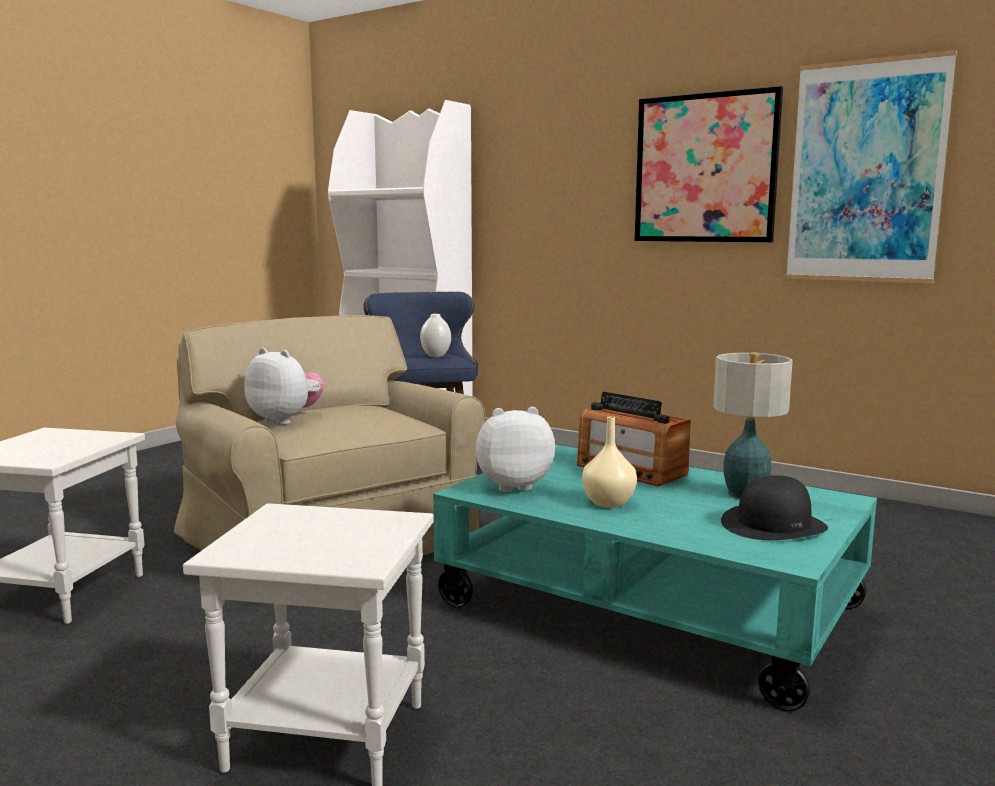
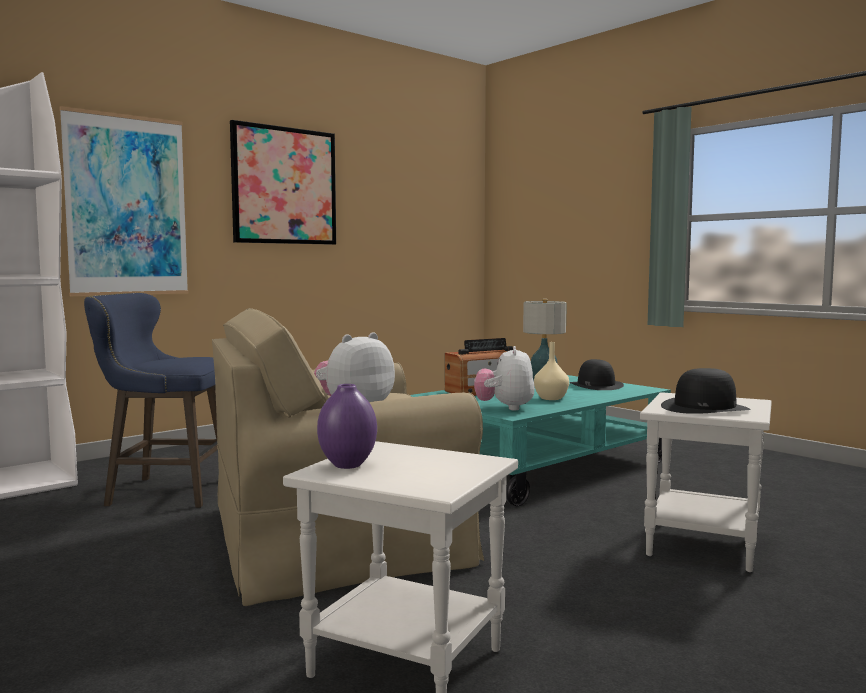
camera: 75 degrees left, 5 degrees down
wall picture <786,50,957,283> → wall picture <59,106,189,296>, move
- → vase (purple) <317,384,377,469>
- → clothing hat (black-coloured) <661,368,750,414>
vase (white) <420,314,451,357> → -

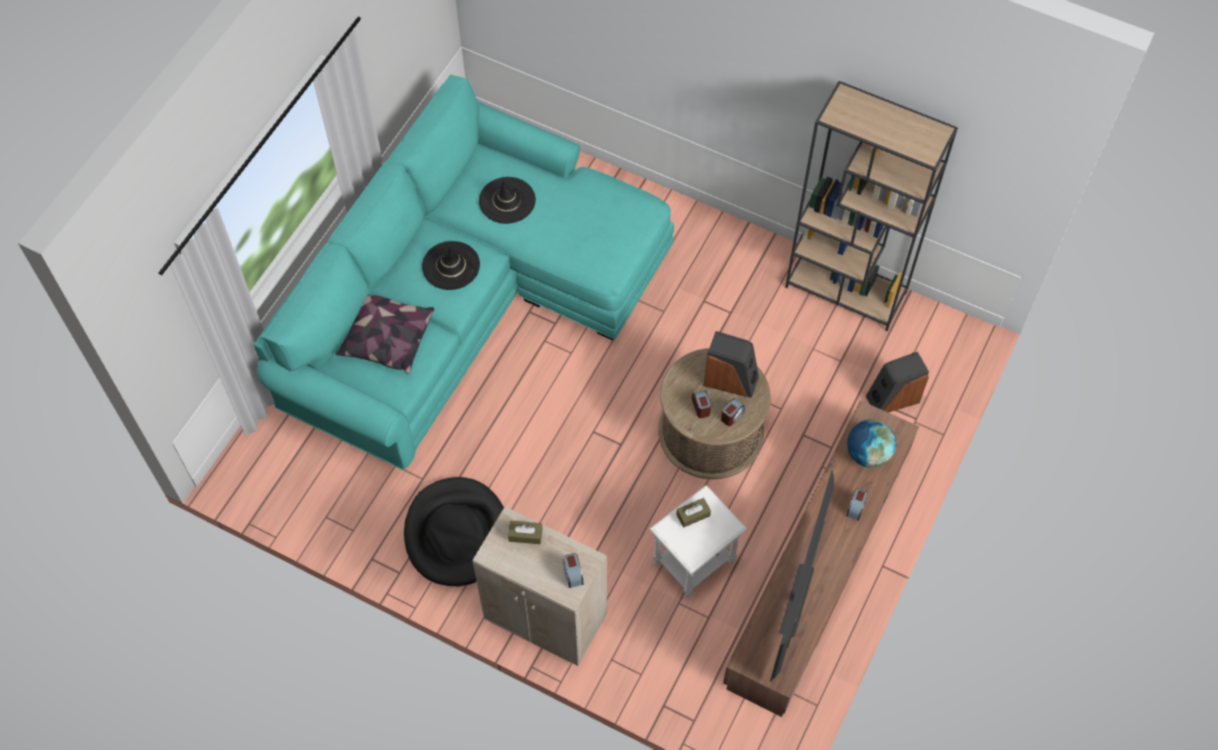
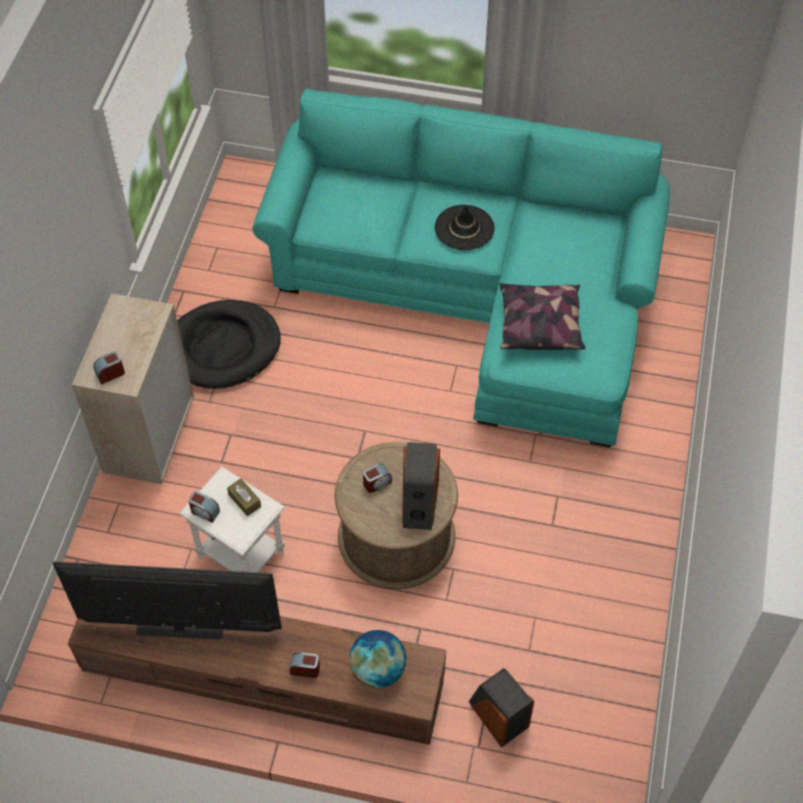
camera: 75 degrees right, 5 degrees down
alarm clock <721,398,745,426> → alarm clock <188,491,220,523>, move
throw pillow <336,294,434,374> → throw pillow <499,283,586,350>, move
clothing hat (black-coloured) <479,177,536,224> → -
box of tissues (brown) <508,521,542,544> → -
bookshelf <785,81,958,331> → -

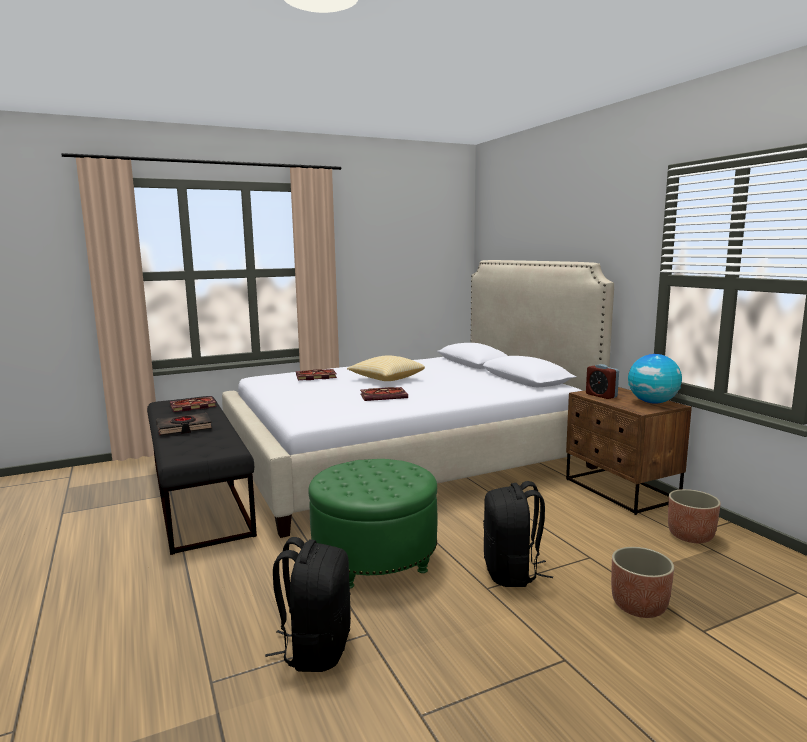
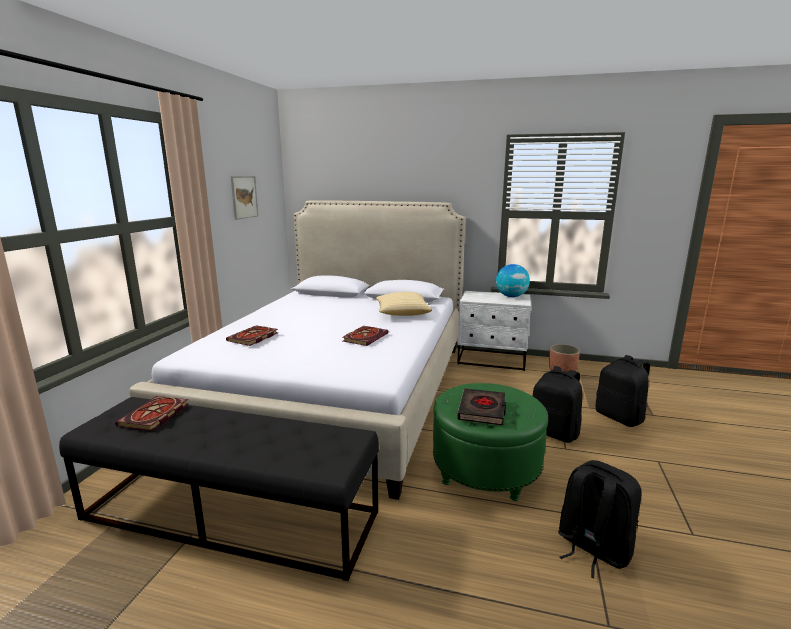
camera: 50 degrees left, 5 degrees up
- → wall picture <230,176,258,220>
throw pillow <347,356,425,381> → throw pillow <376,292,432,316>, move
bedside table (brown) <566,387,692,515> → bedside table (white) <457,291,531,371>
bound book (black-coloured) <156,413,212,436> → bound book (black-coloured) <457,388,506,426>, move
planter <611,547,674,618> → backpack (black-coloured) <596,355,650,427>
alarm clock <586,364,619,399> → -

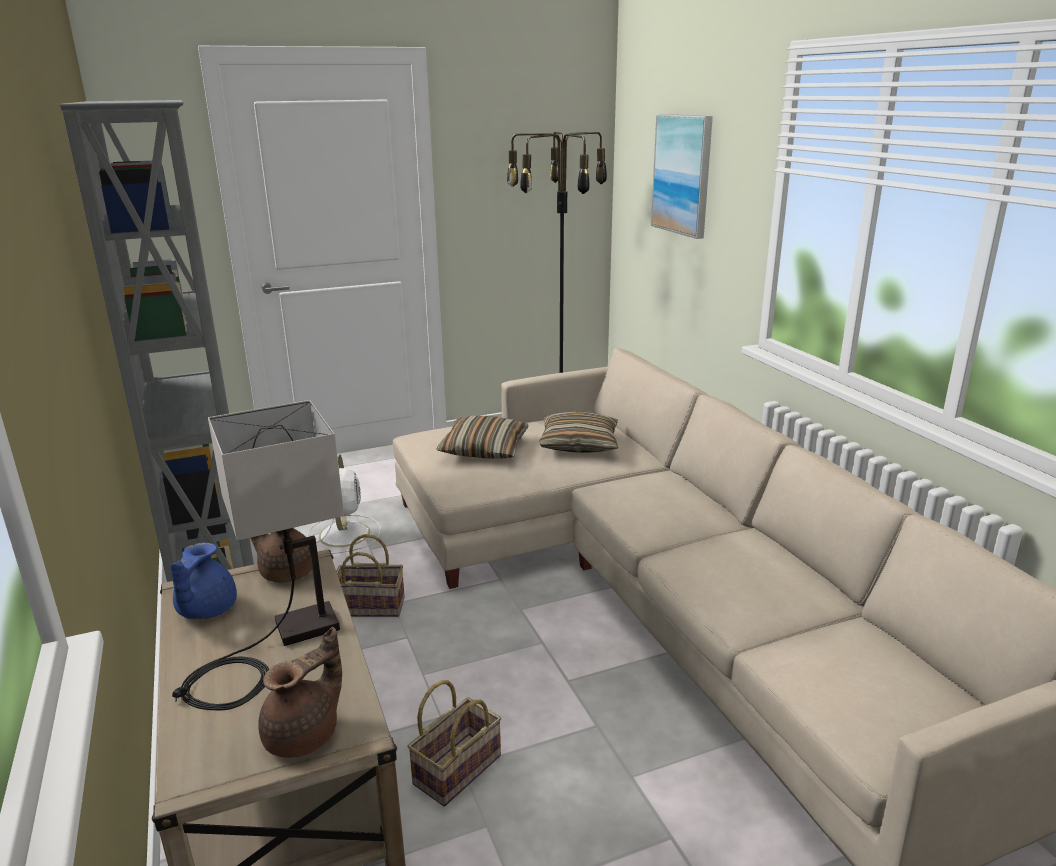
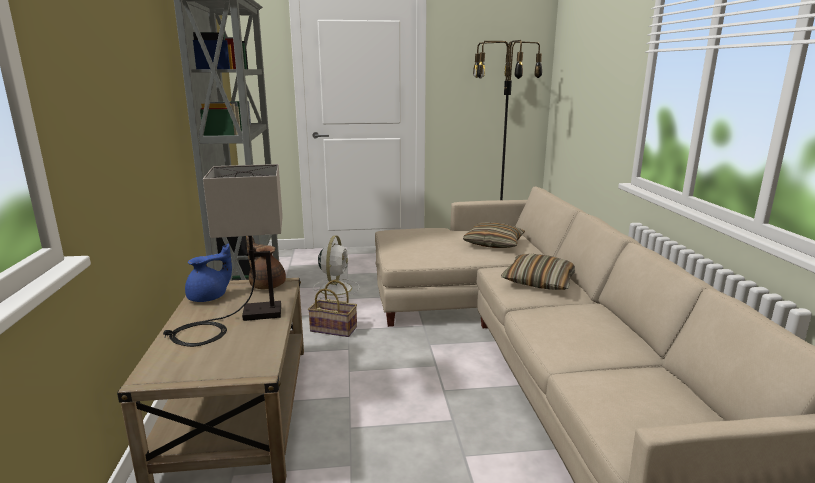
camera: 15 degrees right, 5 degrees down
teapot (bluish) <170,543,237,619> → teapot (bluish) <185,244,232,302>, 150 degrees counterclockwise
throw pillow <436,416,529,459> → throw pillow <501,254,575,290>, move
teapot (brown) <258,627,342,758> → -
basket <408,680,501,806> → -
wall picture <651,114,713,239> → -

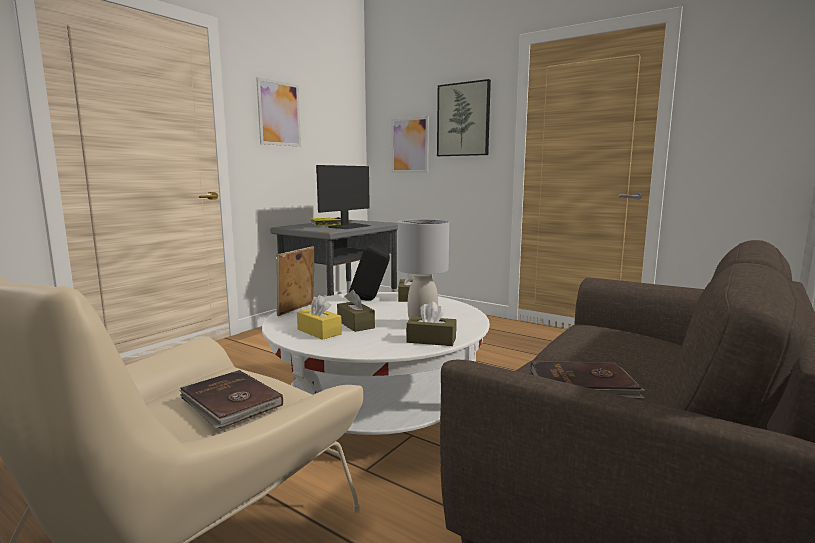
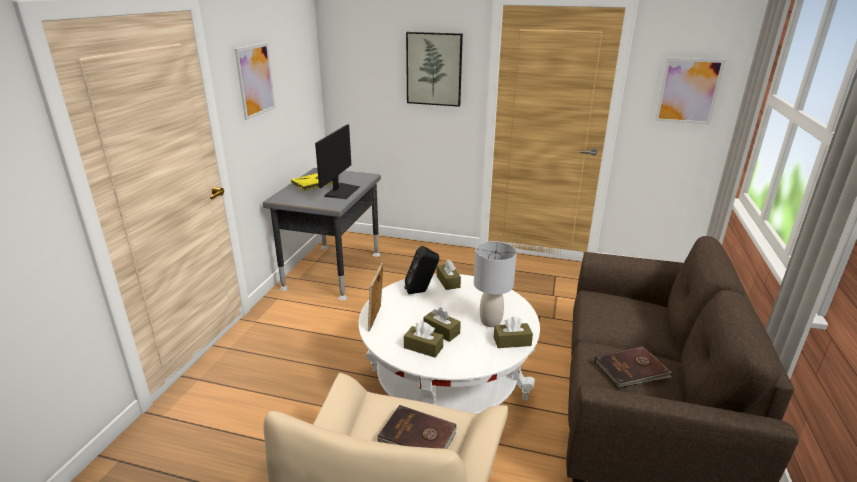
camera: 20 degrees left, 15 degrees up
box of tissues (yellowish) <297,295,342,340> → box of tissues (brown) <404,322,443,358>
wall picture <391,116,429,173> → wall picture <655,57,725,125>, move

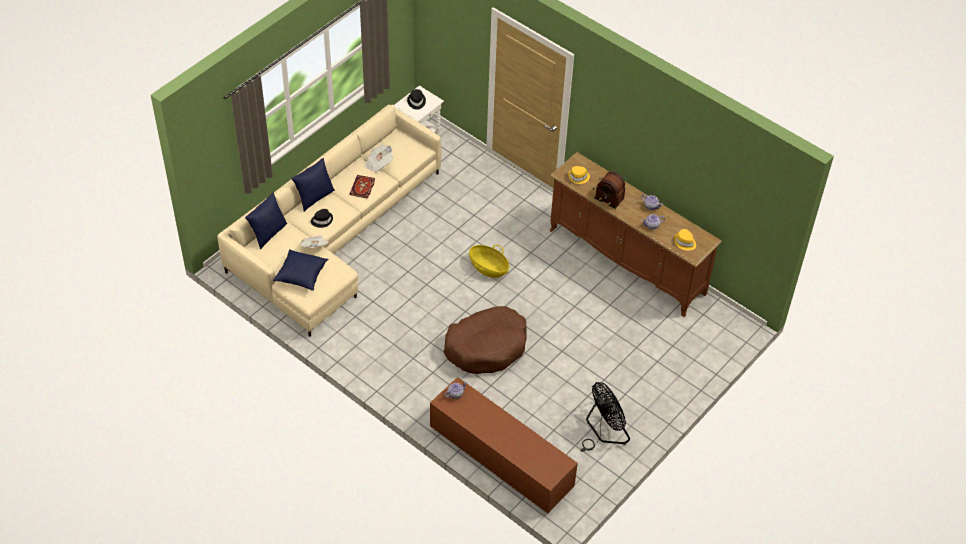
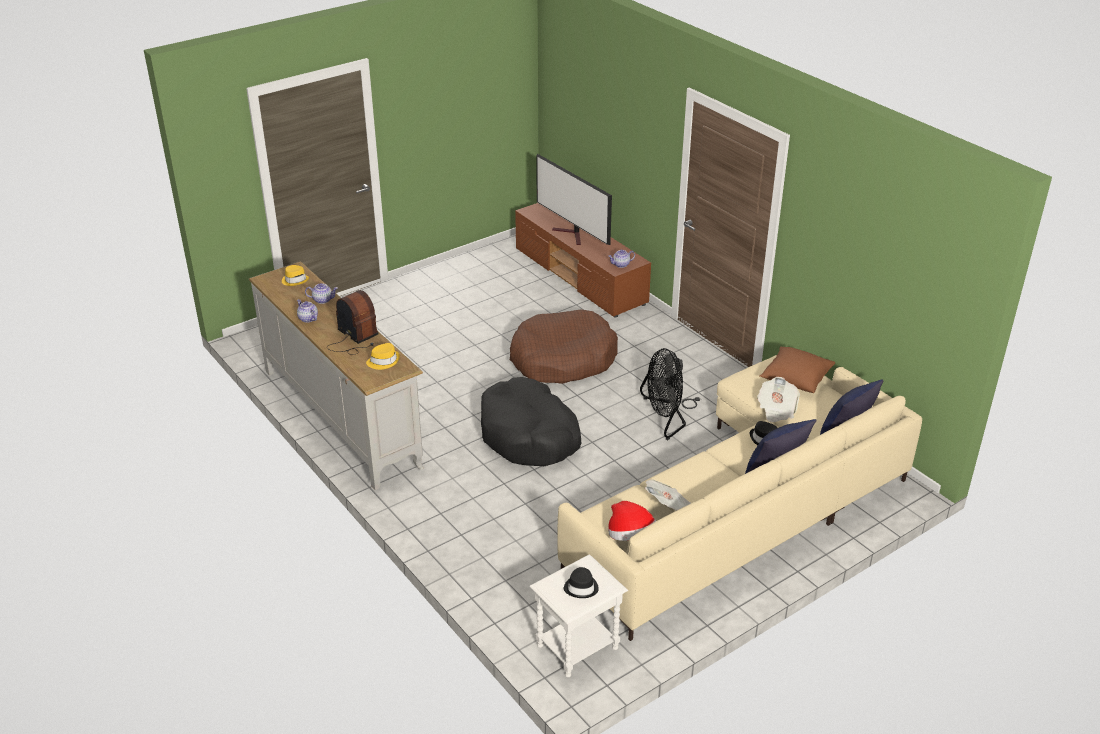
camera: 165 degrees left, 15 degrees down
cupboard (brown) <550,152,722,317> → cupboard (gray) <249,261,424,490>
basket <469,245,509,278> → dog bed (black-coloured) <481,377,581,466>
- → TV <536,154,612,245>
- → clothing hat <608,501,656,541>
electric fan (black-coloured) <581,382,630,452> → electric fan (black-coloured) <640,348,701,440>, move
throw pillow (bluish) <273,250,328,291> → throw pillow (brown) <759,347,835,393>
bound book <350,175,375,199> → -

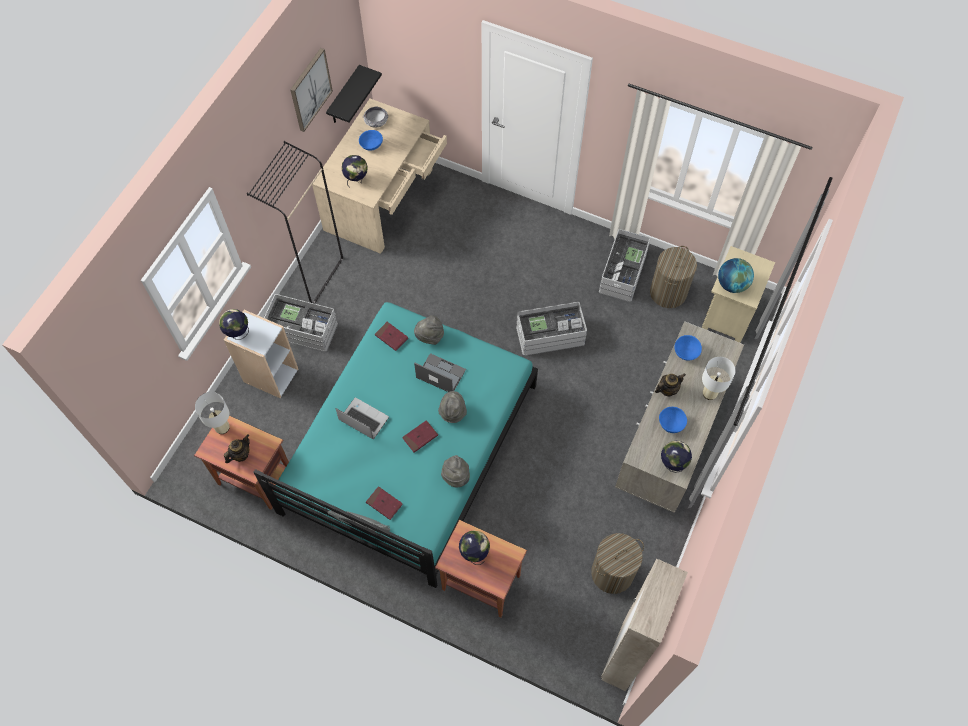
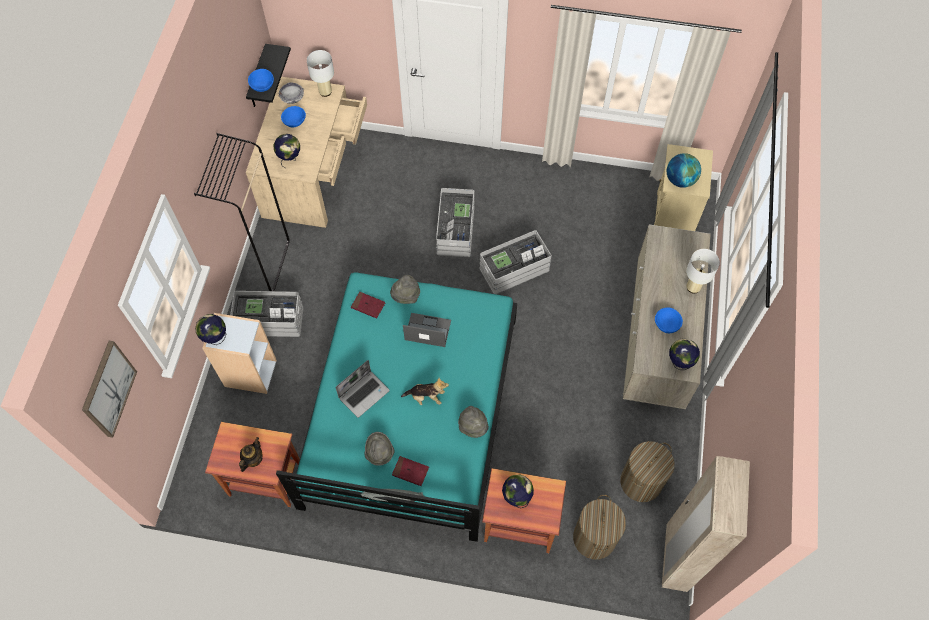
camera: 15 degrees left, 0 degrees up
wall picture <290,48,333,132> → wall picture <82,341,137,438>, move
deep dish (bluish) <675,335,702,361> → deep dish (bluish) <248,69,274,92>, move
table lamp (white) <195,392,230,434> → table lamp (white) <307,50,334,97>, move
laptop <335,398,389,439> → laptop <335,360,390,418>, 120 degrees clockwise
clothing hat (gray) <438,391,467,423> → clothing hat (gray) <365,432,394,466>, move
bound book (red) <402,420,438,453> → plush toy <401,378,449,405>
storage bin (gray) <599,229,650,302> → storage bin (gray) <436,188,475,257>, move
hamper <650,246,697,308> → hamper <573,495,626,559>, move
teapot <655,373,686,396> → -

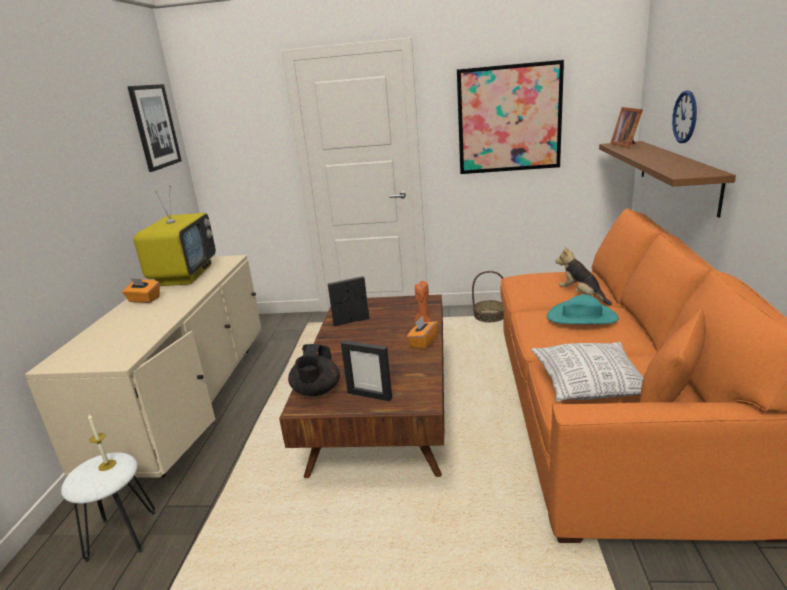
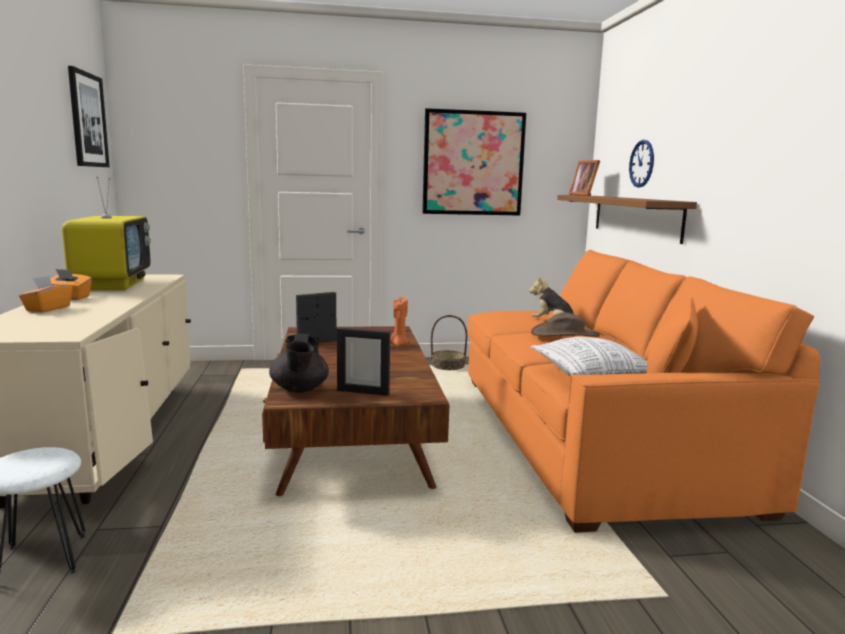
camera: 15 degrees left, 10 degrees down
box of tissues (orange) <407,317,438,349> → box of tissues (orange) <19,276,73,313>, move
clothing hat (turquoise) <547,294,619,324> → clothing hat (brown) <531,312,600,337>
wax candle <88,414,116,471> → -

